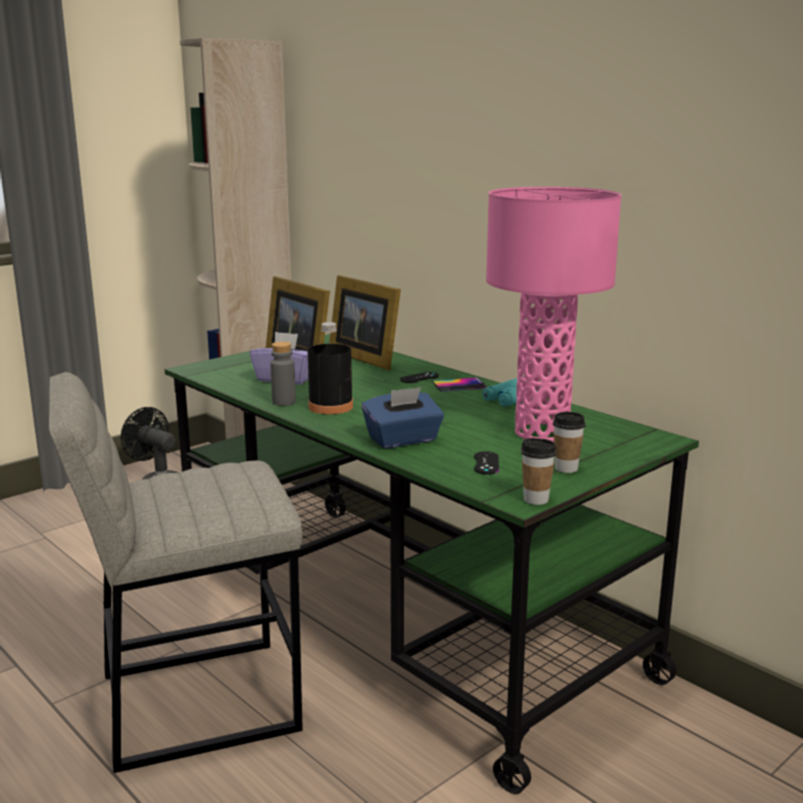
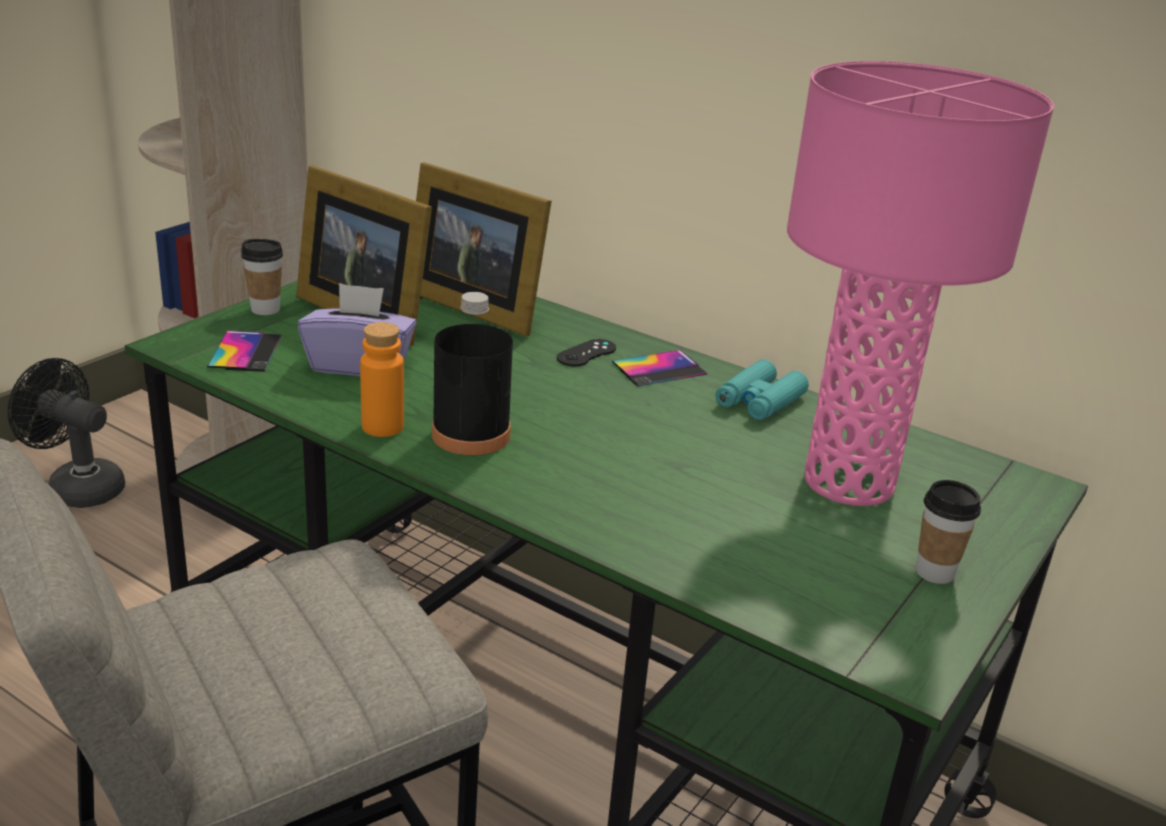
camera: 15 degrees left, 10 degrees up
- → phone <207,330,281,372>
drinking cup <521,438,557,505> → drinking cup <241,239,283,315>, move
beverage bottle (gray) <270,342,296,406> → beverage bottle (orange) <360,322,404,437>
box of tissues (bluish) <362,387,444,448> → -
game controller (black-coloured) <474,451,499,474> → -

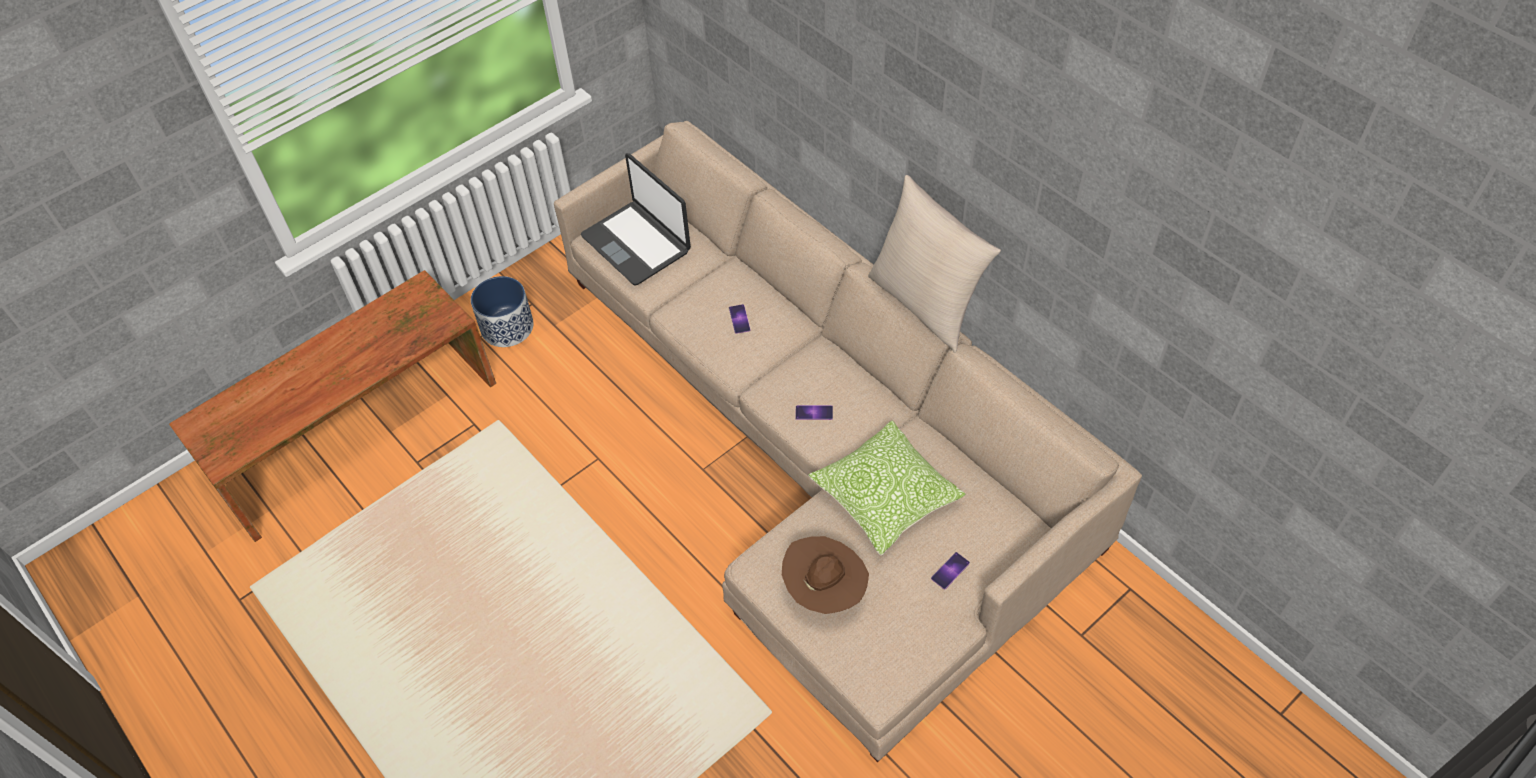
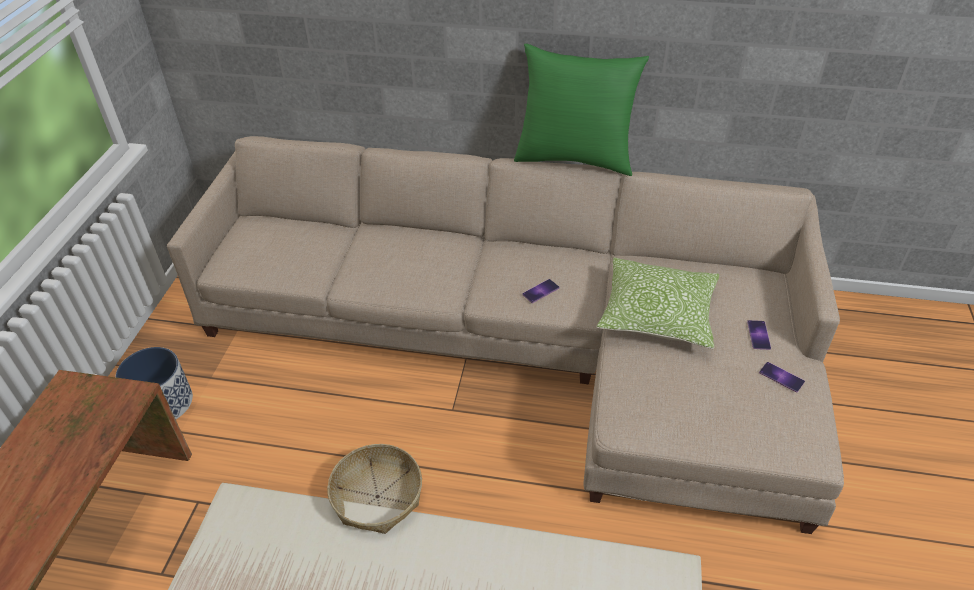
camera: 40 degrees left, 10 degrees down
- → basket <327,444,422,534>
throw pillow (sand-coloured) <868,175,1001,353> → throw pillow (green) <514,44,649,176>
phone <729,304,751,334> → phone <759,362,805,392>, move
laptop <581,153,691,286> → -
clothing hat (brown) <782,536,869,614> → -

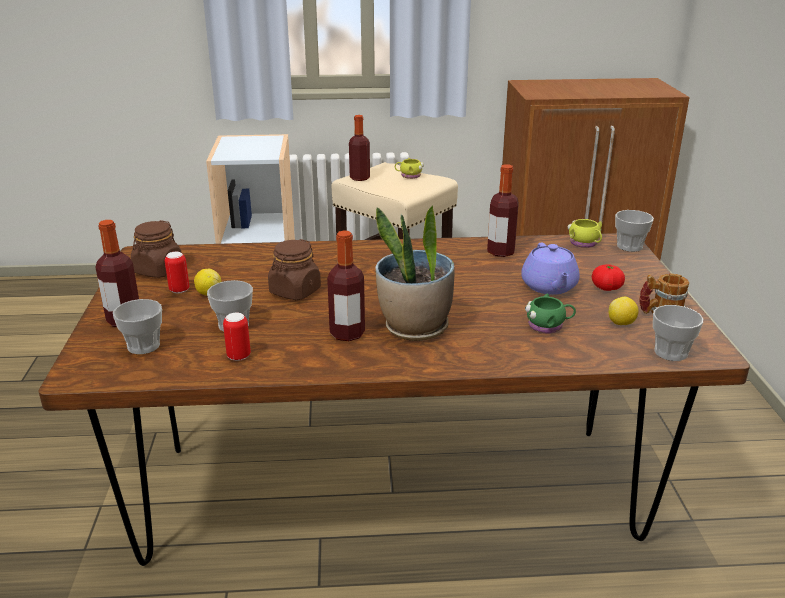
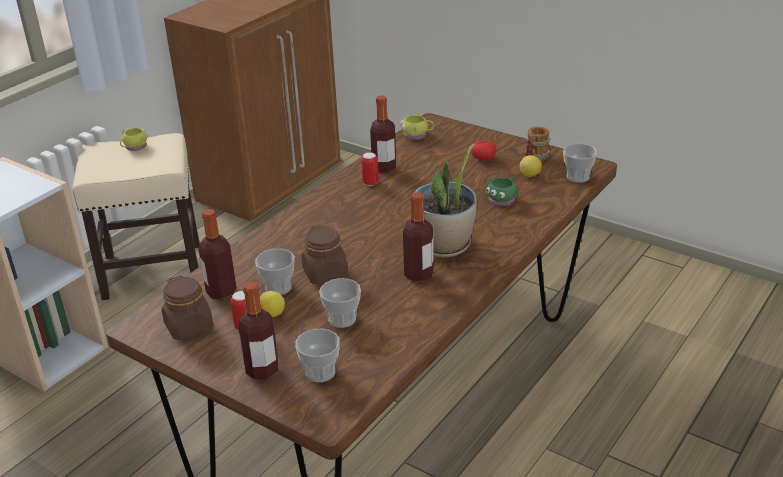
camera: 50 degrees left, 5 degrees up
beverage bottle <349,115,370,181> → beverage bottle <198,209,237,300>, move
drinking cup <615,210,654,252> → drinking cup <255,249,295,295>, move
can <223,313,251,361> → can <361,152,379,186>, move
teapot (purple) <521,242,580,295> → -

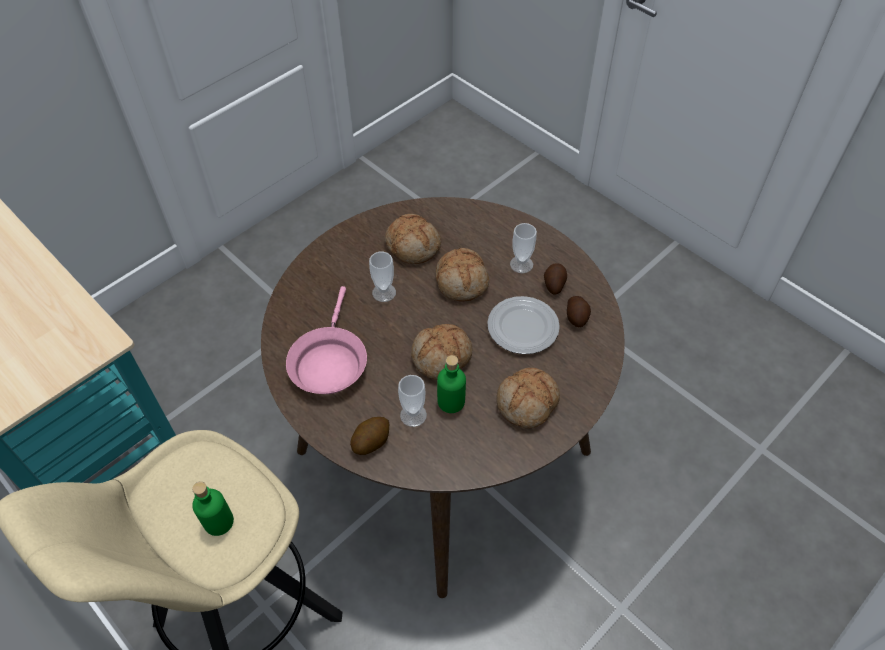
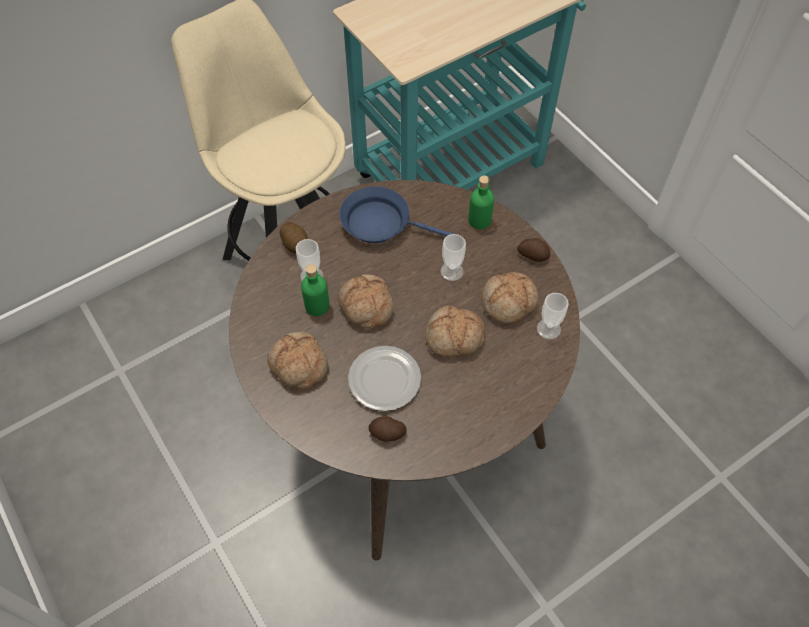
camera: 100 degrees right, 5 degrees up
skillet (pinkish) <286,286,367,394> → skillet (bluish) <340,186,461,243>
beverage bottle (green) <192,481,234,536> → beverage bottle (green) <468,175,494,229>, move
whole potato <544,263,567,295> → whole potato <517,238,550,262>, move
drinking cup <510,223,537,273> → drinking cup <537,293,569,339>, move

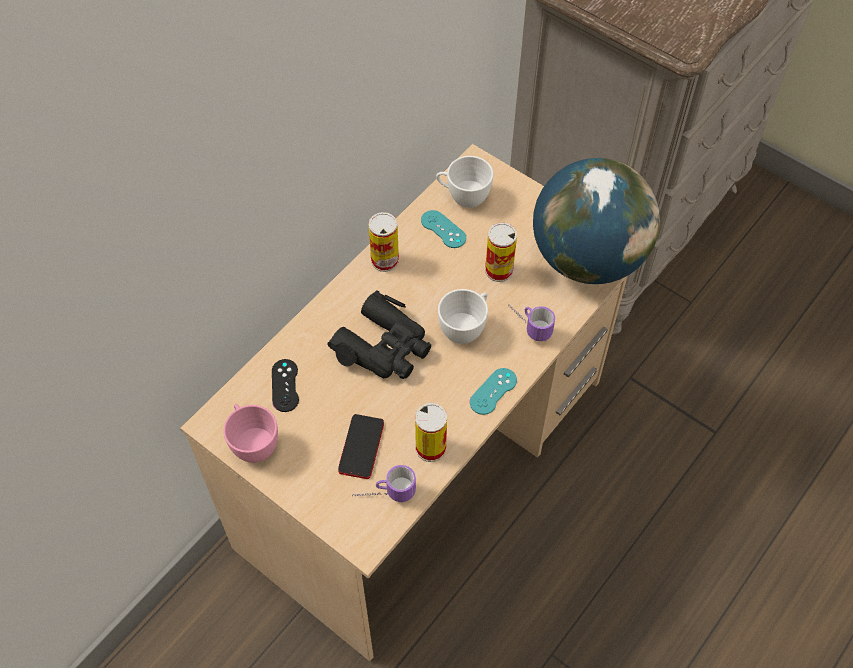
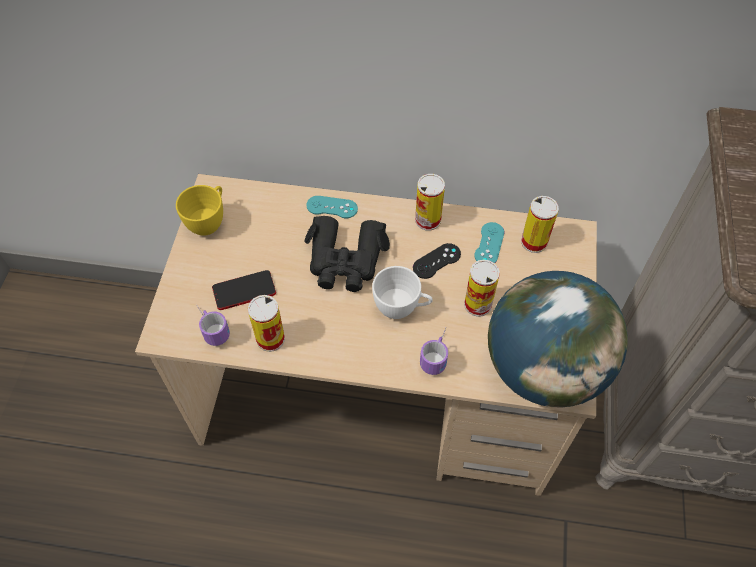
camera: 60 degrees right, 0 degrees up
drinking cup (pinkish) <223,404,278,463> → drinking cup (yellowish) <176,185,223,236>
game controller (turquoise) <470,368,517,415> → game controller (turquoise) <306,196,358,218>, move
game controller (black-coloured) <272,359,299,412> → game controller (black-coloured) <413,243,461,279>, move
drinking cup (white) <436,156,493,208> → can <521,196,559,253>

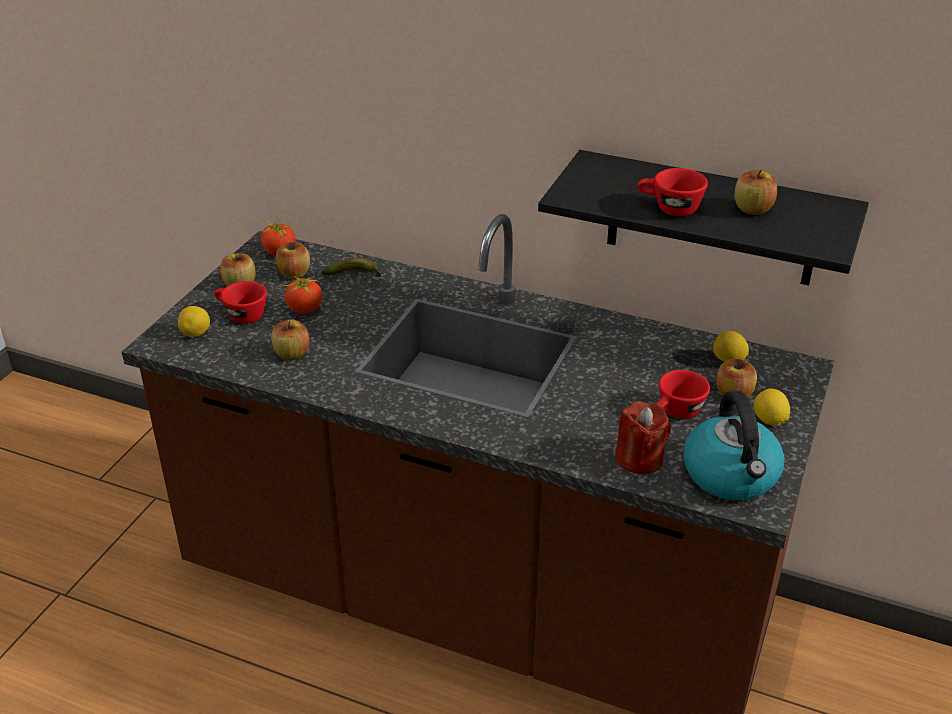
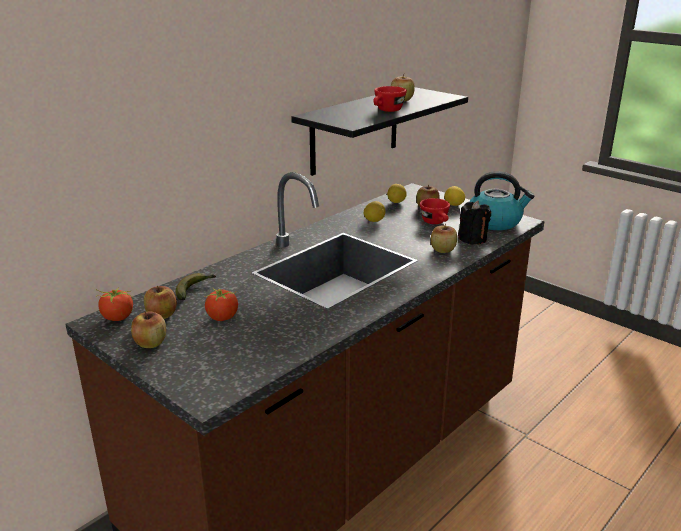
camera: 70 degrees left, 10 degrees down
whole lemon <178,306,210,337> → whole lemon <364,201,385,222>, move
apple fruit <271,319,310,360> → apple fruit <431,223,457,253>, move
wax candle (red) <615,401,671,474> → wax candle (black-coloured) <458,201,491,244>
drinking cup (red) <214,281,267,324> → -

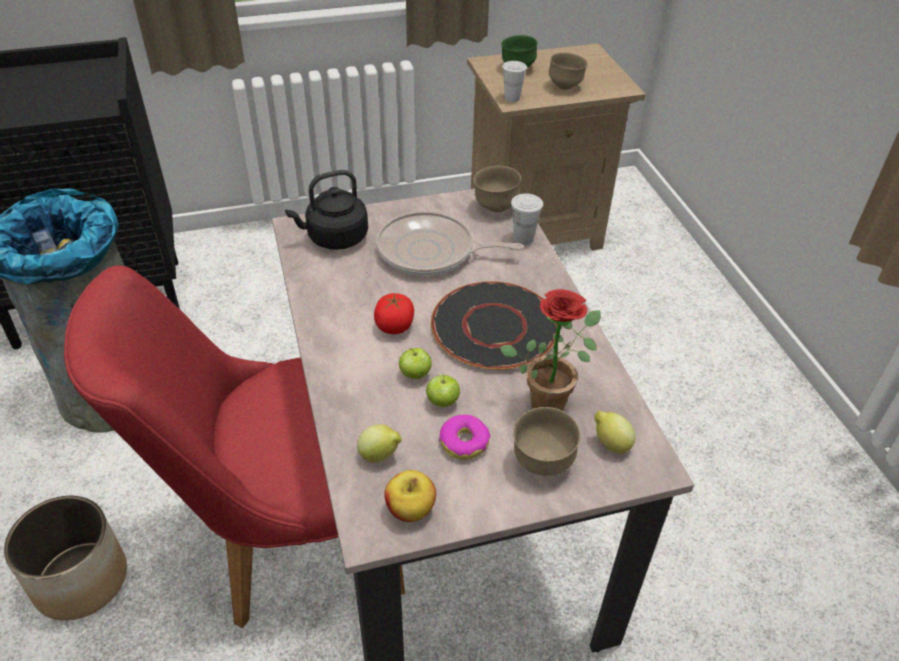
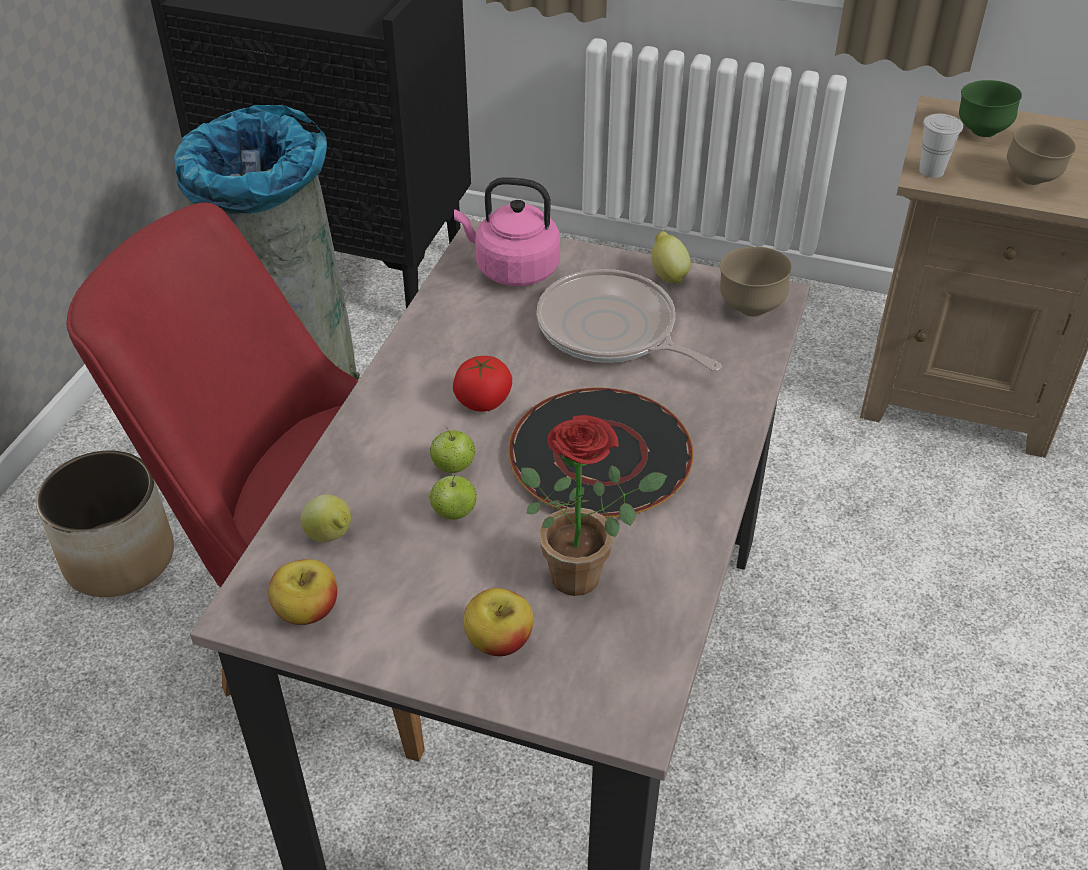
camera: 35 degrees right, 0 degrees up
water kettle (black-coloured) <285,170,368,250> → water kettle (pinkish) <454,177,560,286>
deep dish (brown) <513,407,580,476> → apple fruit <463,588,533,656>
whole lemon <594,411,636,453> → whole lemon <651,231,691,283>, move
donut <439,414,490,460> → -
drinking cup (white) <511,194,543,245> → -

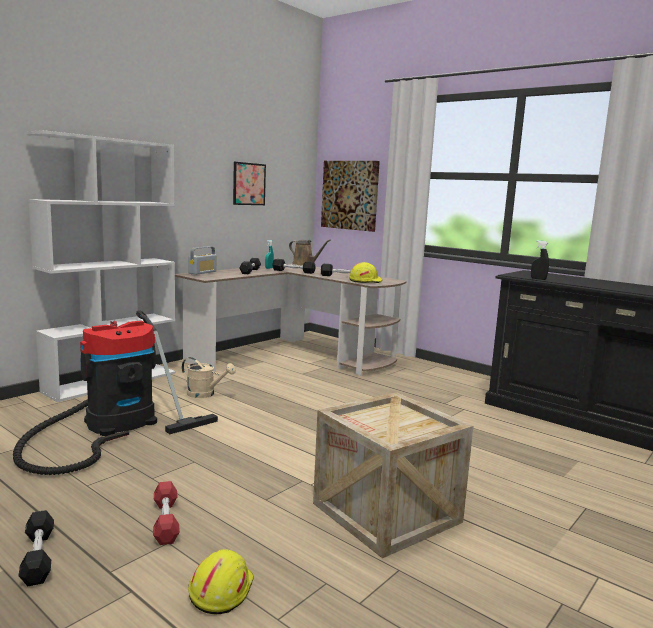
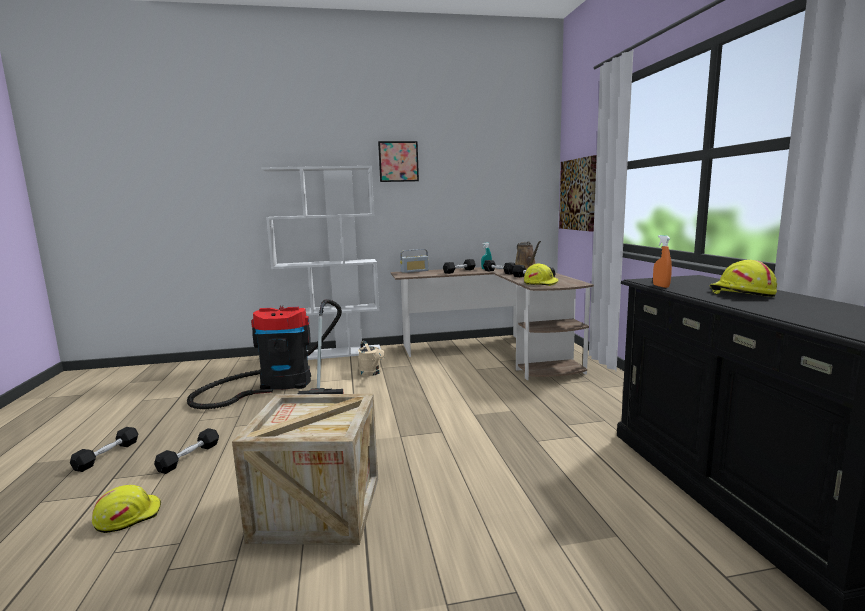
camera: 40 degrees right, 0 degrees up
hand weight (red) <153,481,180,545> → hand weight (black-coloured) <154,428,219,474>
wall picture <233,162,266,205> → wall picture <378,141,419,182>, move
spray bottle (black-coloured) <531,240,549,280> → spray bottle (orange) <653,235,672,288>
- → safety helmet (yellowish) <710,260,777,297>

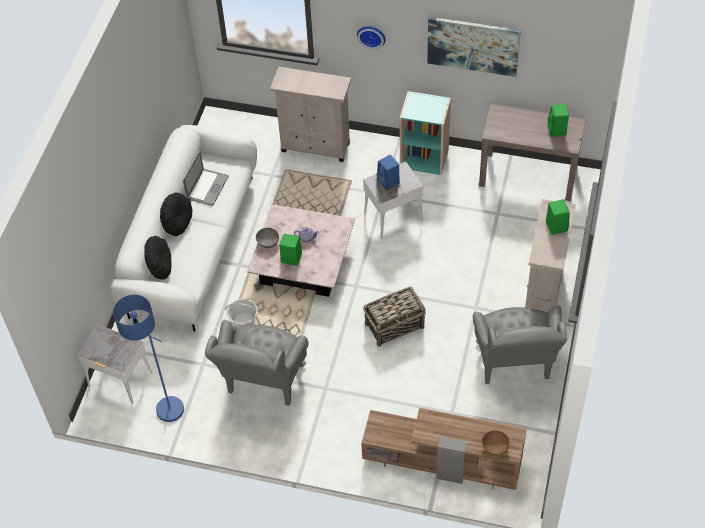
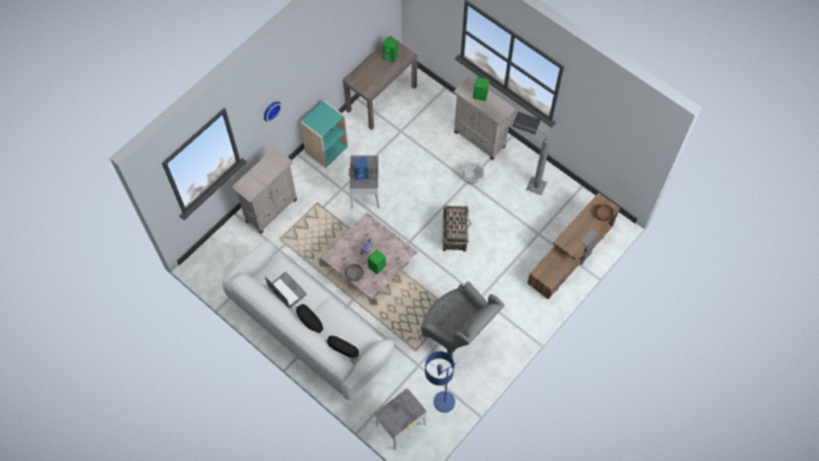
camera: 65 degrees left, 10 degrees up
basket <225,299,260,327> → basket <461,162,484,184>, move
armchair (gray) <473,305,567,384> → standing lamp (gray) <512,111,551,195>
wall picture <427,17,521,77> → -

